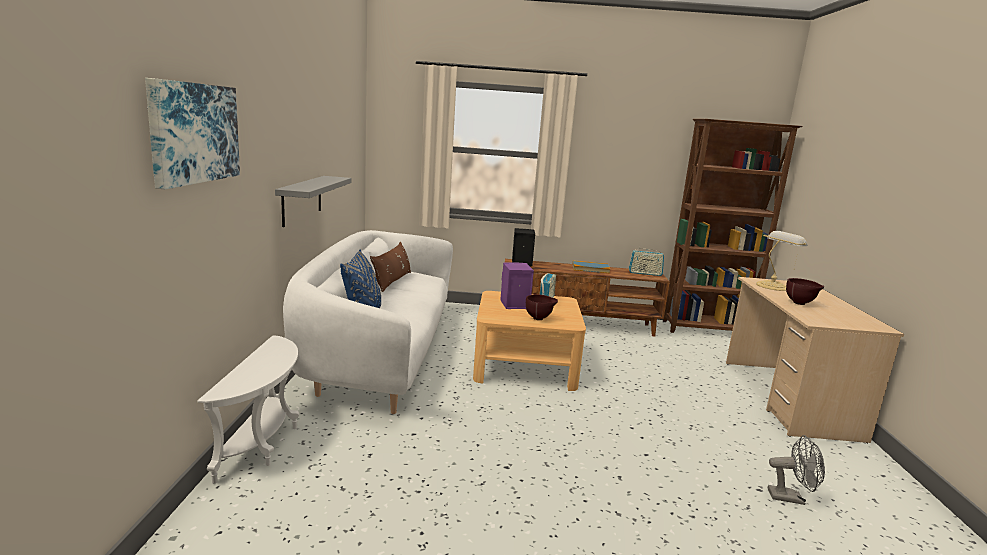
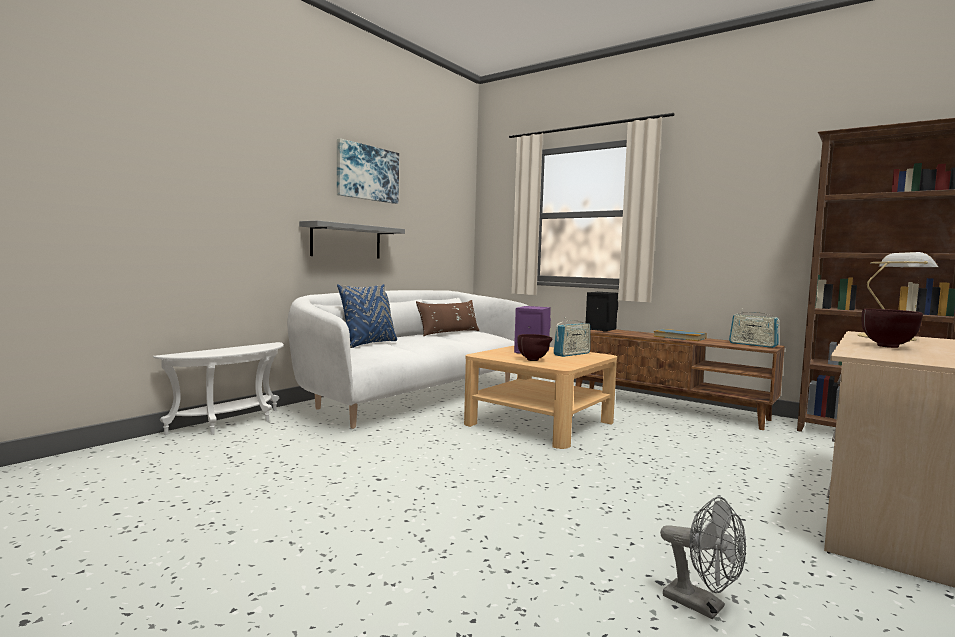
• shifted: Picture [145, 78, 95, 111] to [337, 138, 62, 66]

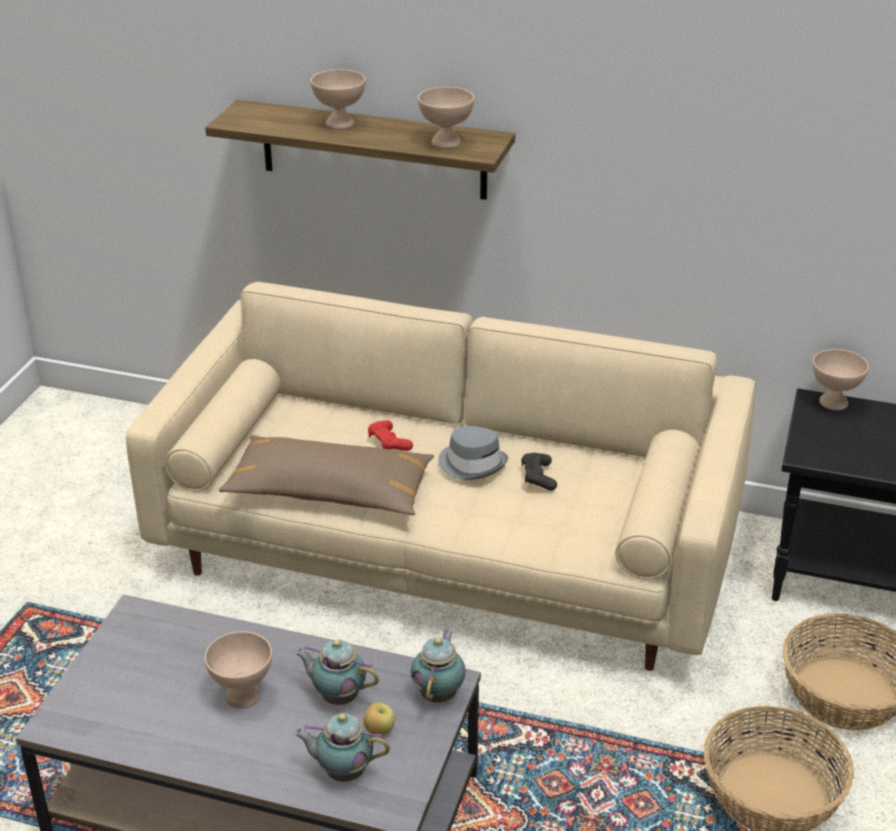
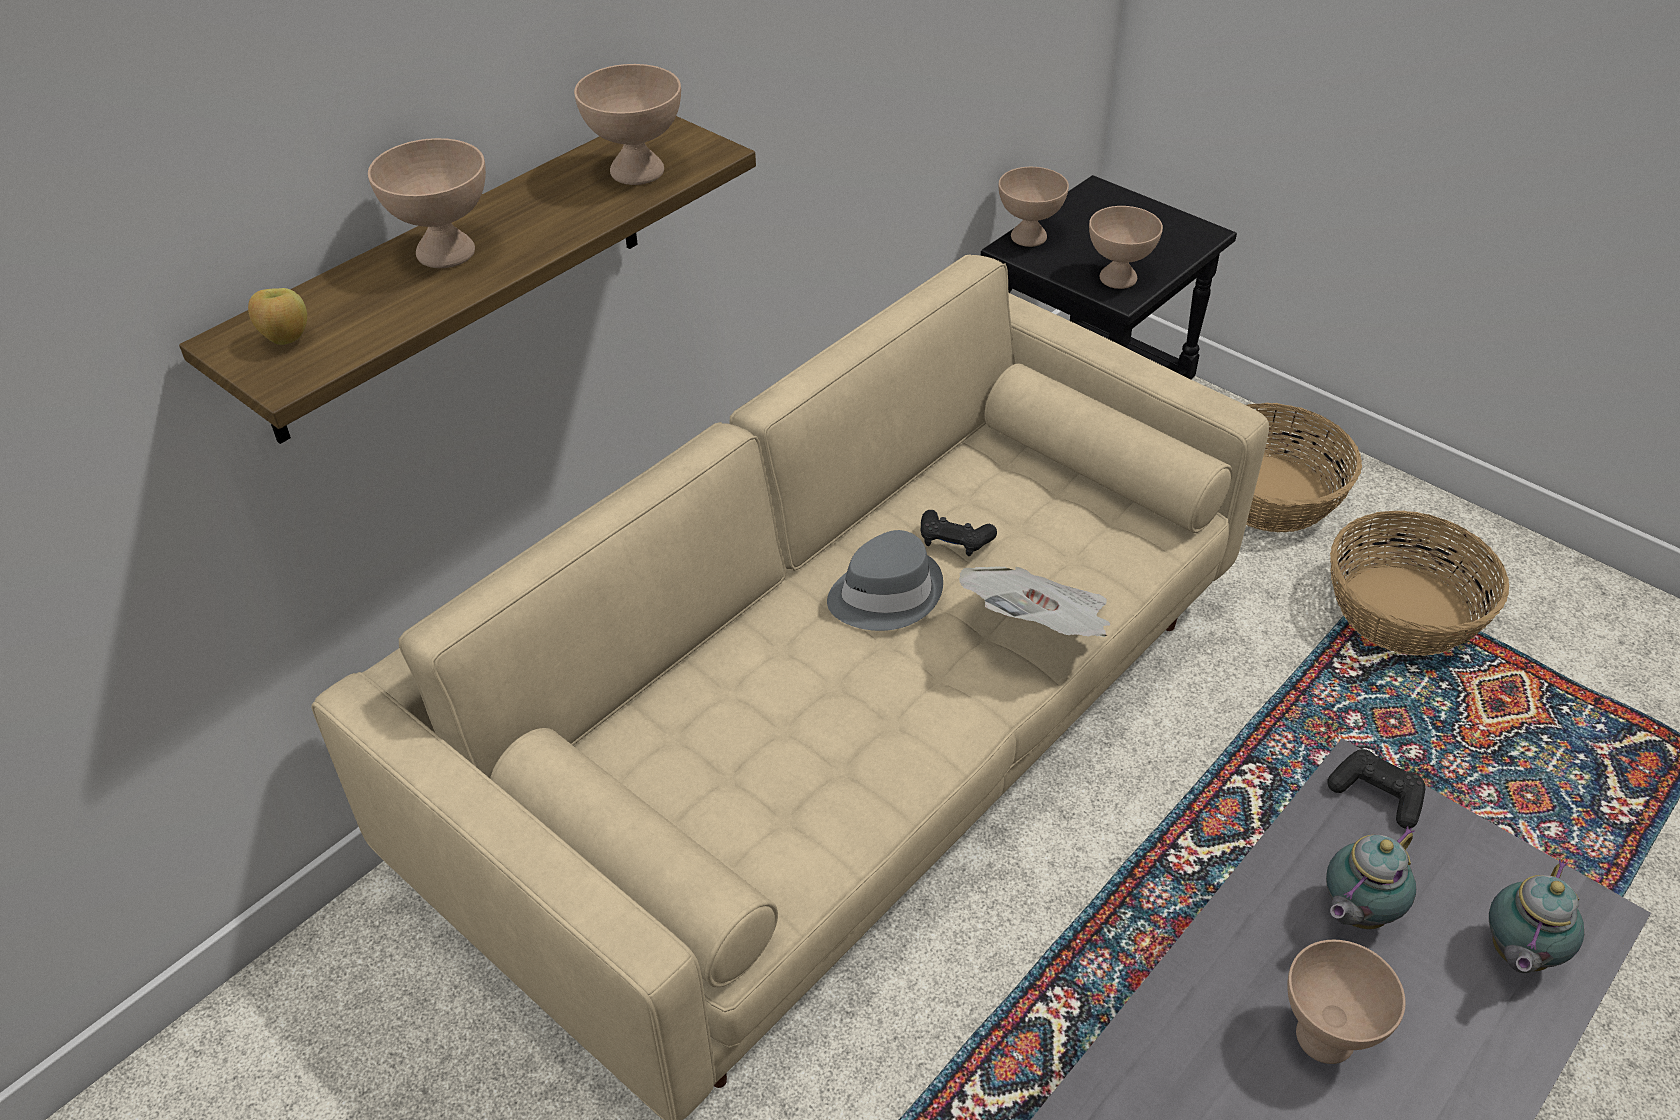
• gone: RedGameController [368, 420, 45, 31]
• gone: BrownPillow [219, 435, 215, 80]
• swapped: Teapot [411, 629, 55, 74] to BlackGameController [1327, 749, 98, 80]
• shifted: Apple [364, 702, 31, 33] to [248, 288, 59, 57]
• new: BeigeBowl [1089, 206, 74, 83]
• new: Newspaper [959, 566, 151, 71]

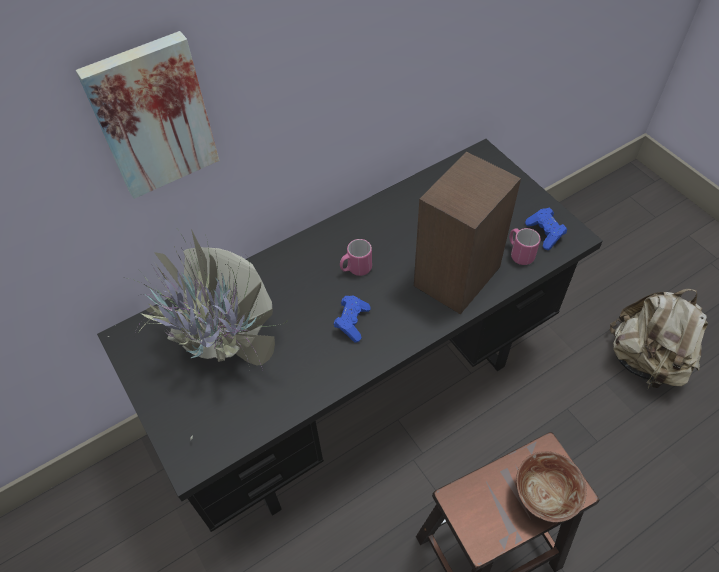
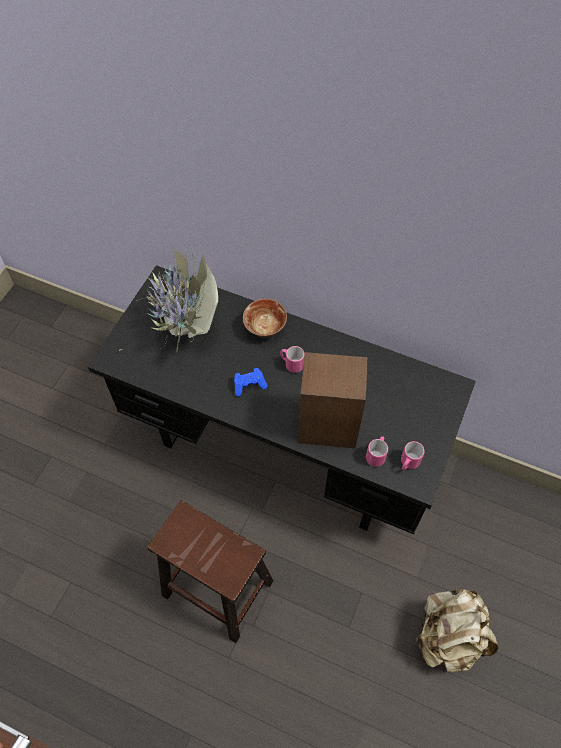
• gone: Picture [76, 31, 143, 168]
• swapped: BlueGameController [525, 208, 42, 42] to PinkMug [401, 441, 24, 30]
• shifted: Bowl [516, 451, 71, 71] to [243, 299, 44, 39]

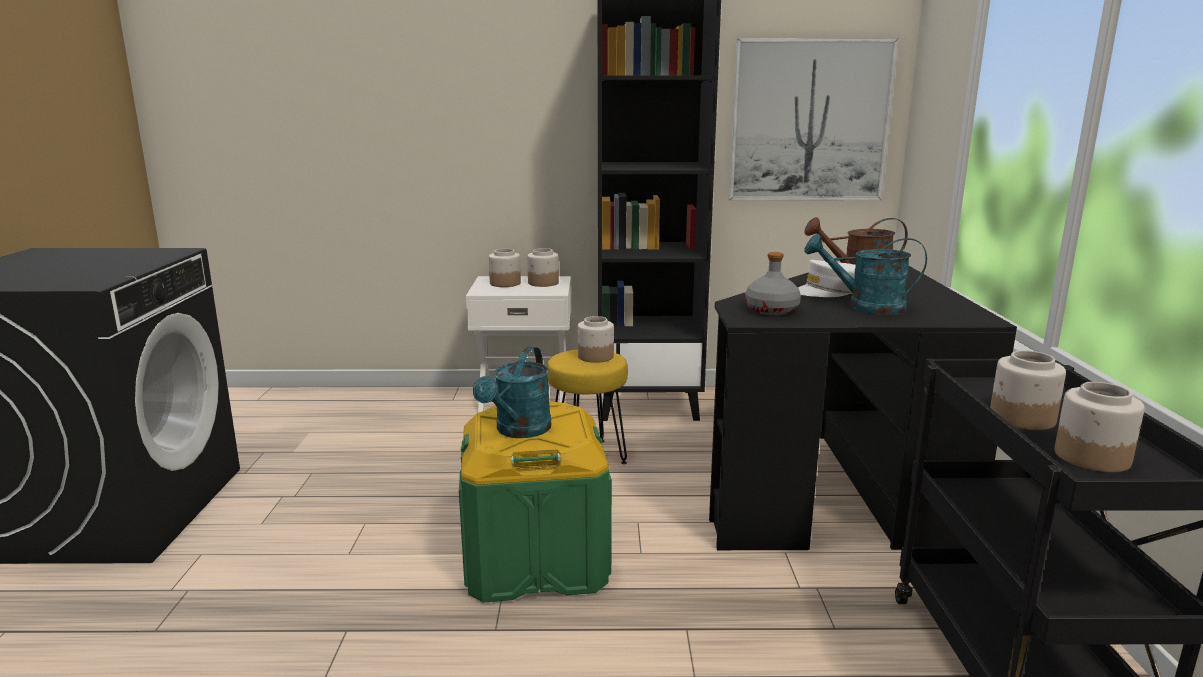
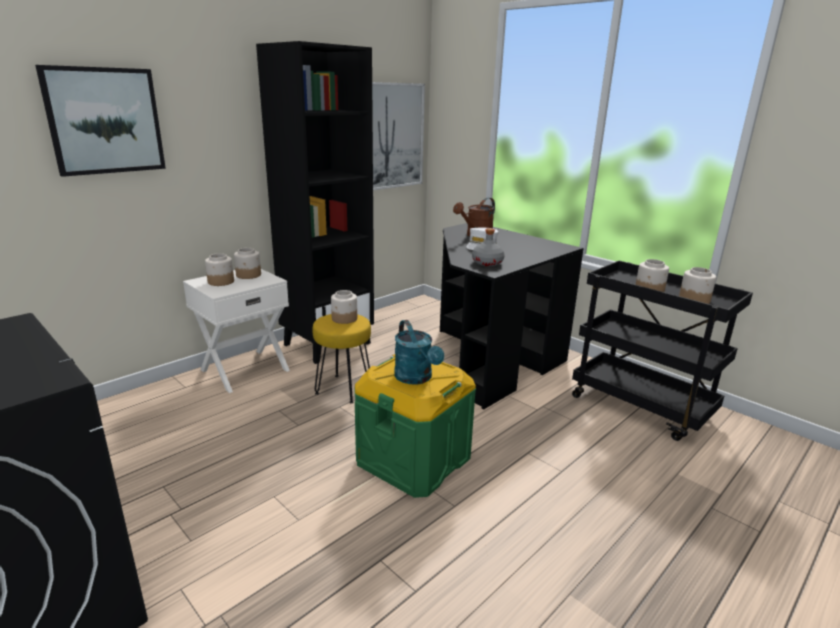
• gone: TurquoiseWateringCan [804, 234, 123, 81]
• new: Picture [35, 65, 131, 112]

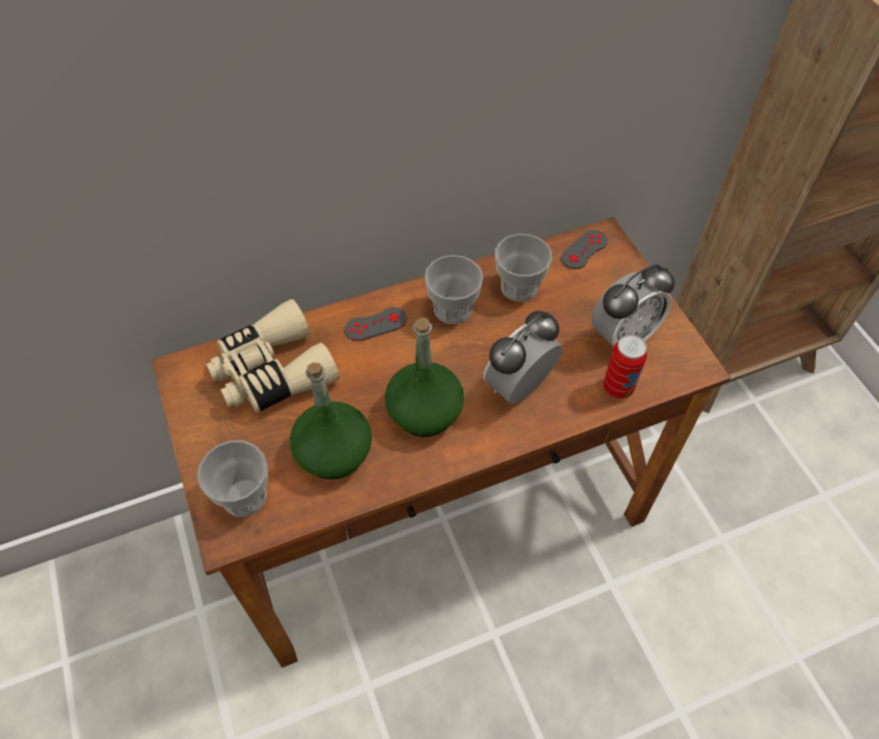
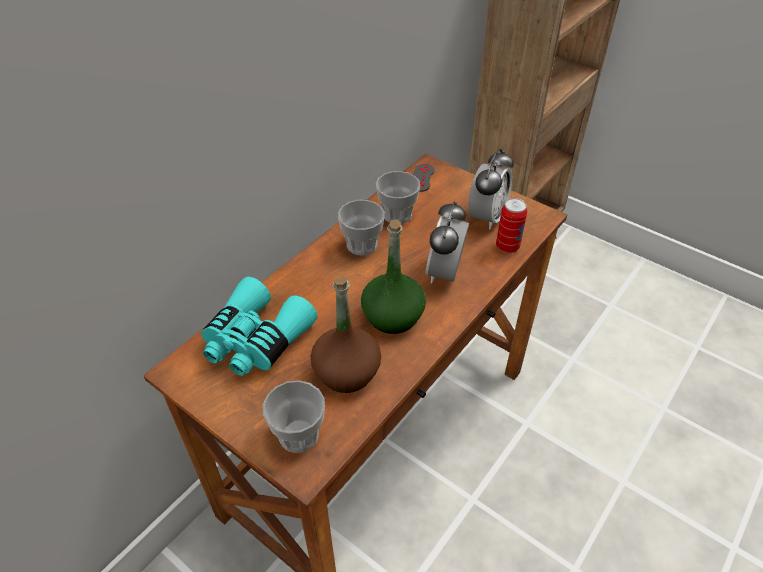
• repainted: BeigeBinoculars [206, 299, 134, 114] to TurquoiseBinoculars [201, 277, 116, 99]
• gone: GreyGameController [345, 307, 62, 34]
• repainted: GreenBottle [290, 362, 82, 117] to BrownBottle [311, 277, 70, 116]

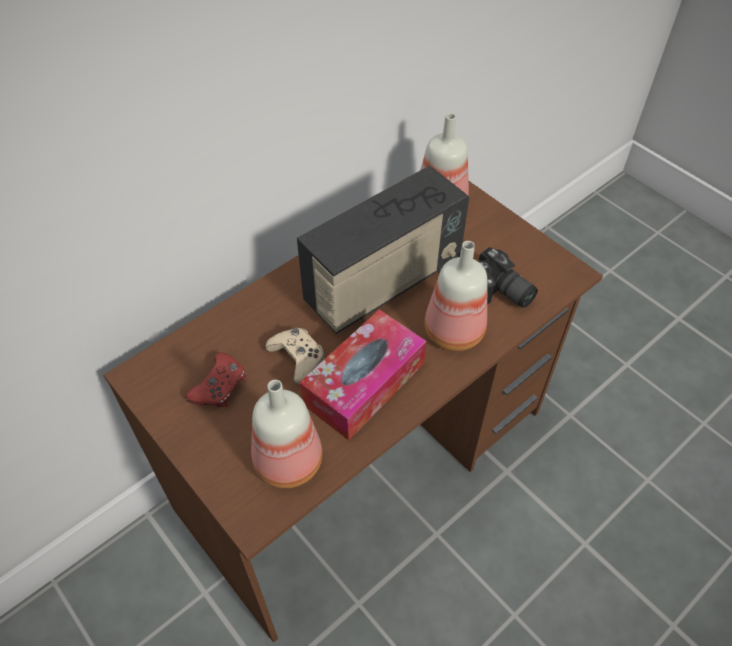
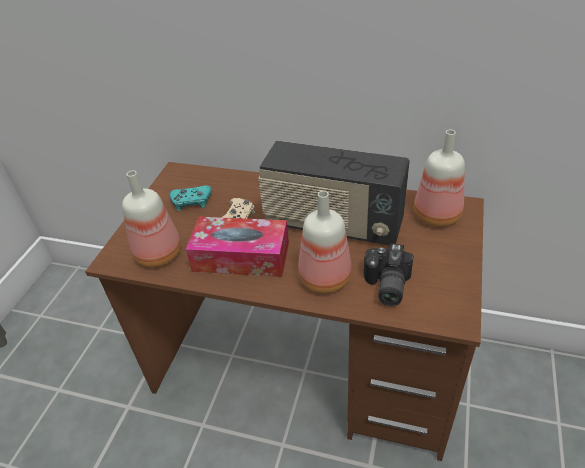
• repainted: RedGameController [186, 352, 60, 55] to TurquoiseGameController [169, 185, 43, 26]

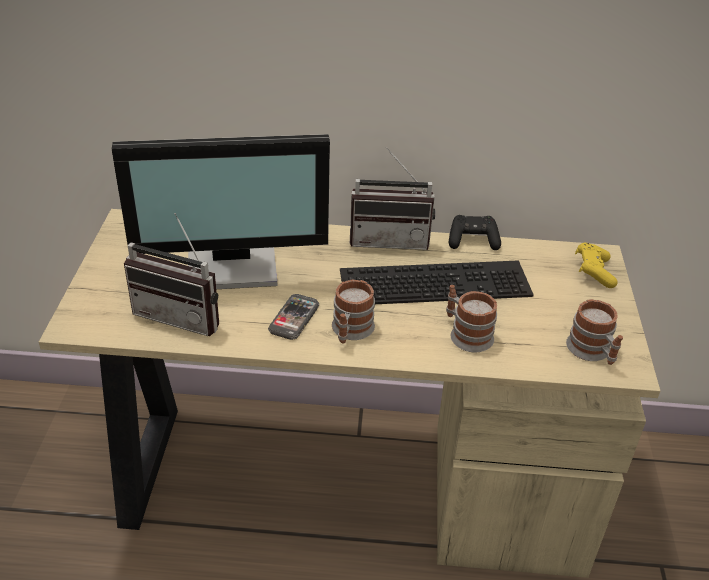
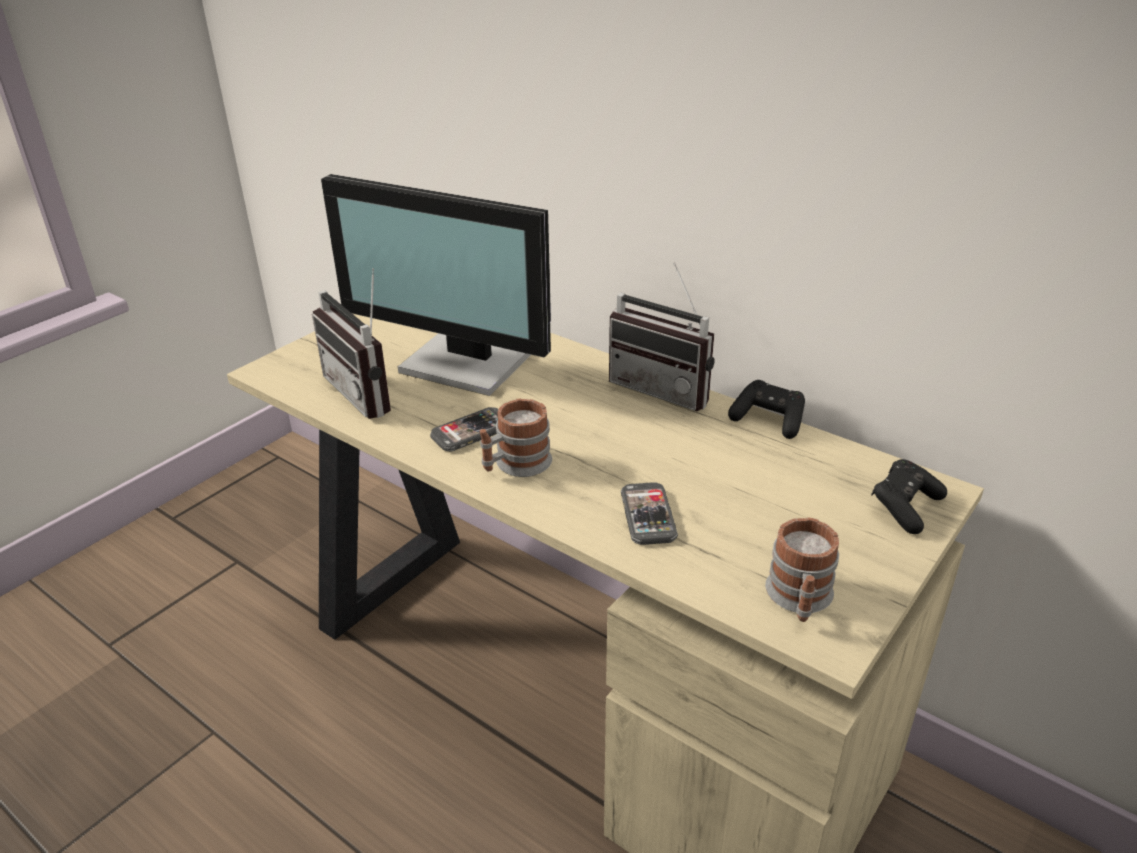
• repainted: YellowGameController [575, 243, 43, 45] to BlackGameController [871, 459, 76, 75]
• gone: Keyboard [340, 260, 194, 44]
• swapped: Mug [446, 285, 51, 68] to Phone [621, 482, 57, 63]

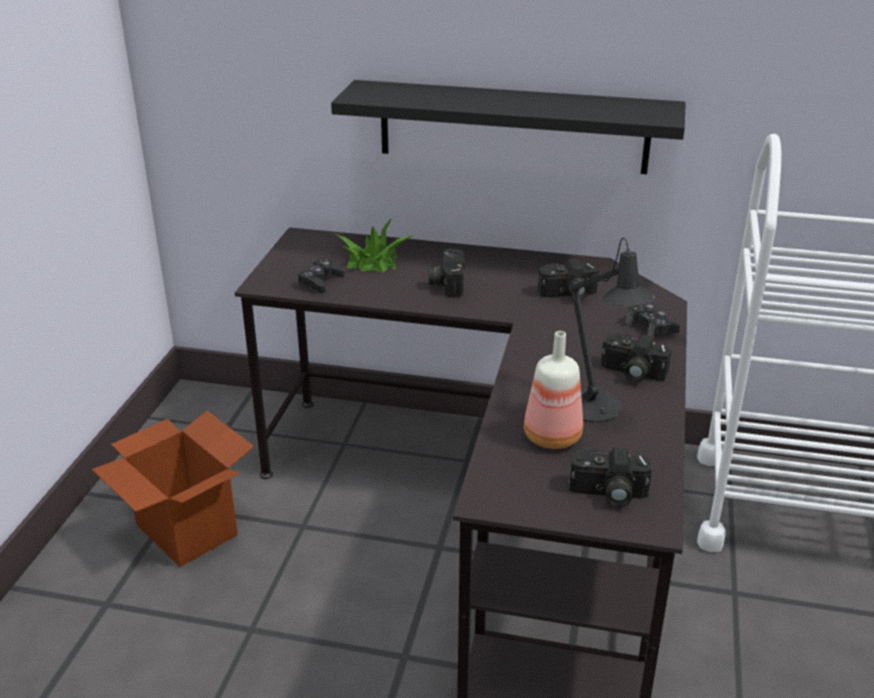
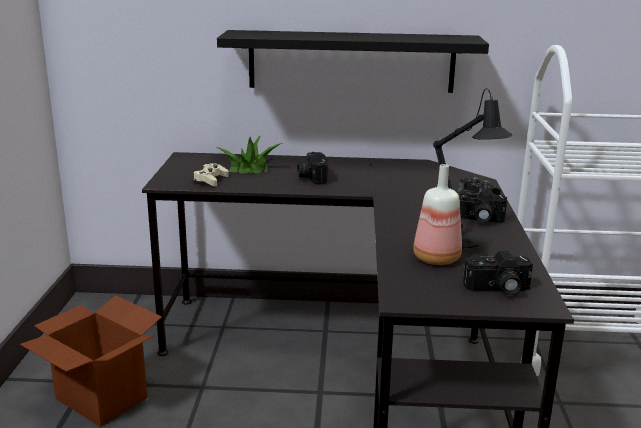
• repainted: BlackGameController [297, 258, 47, 35] to BeigeGameController [193, 163, 36, 24]
• gone: PhotoCamera [538, 259, 61, 41]

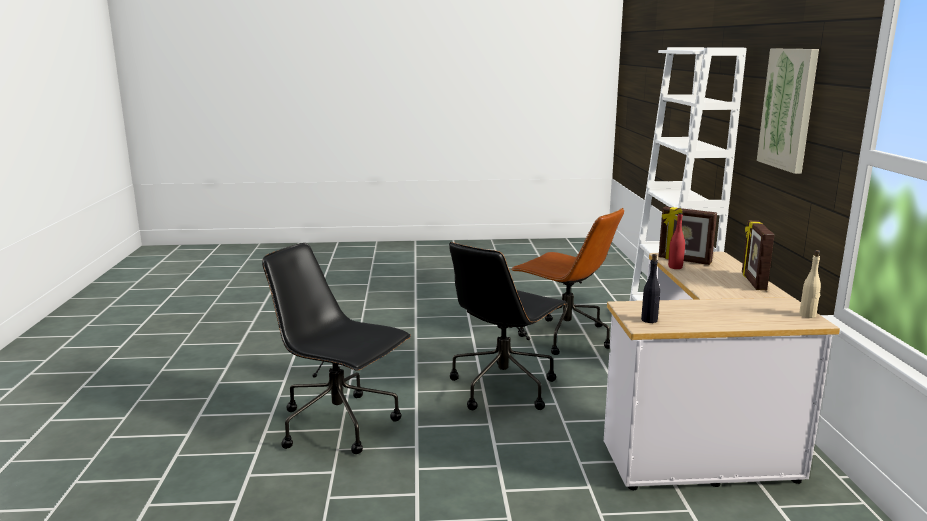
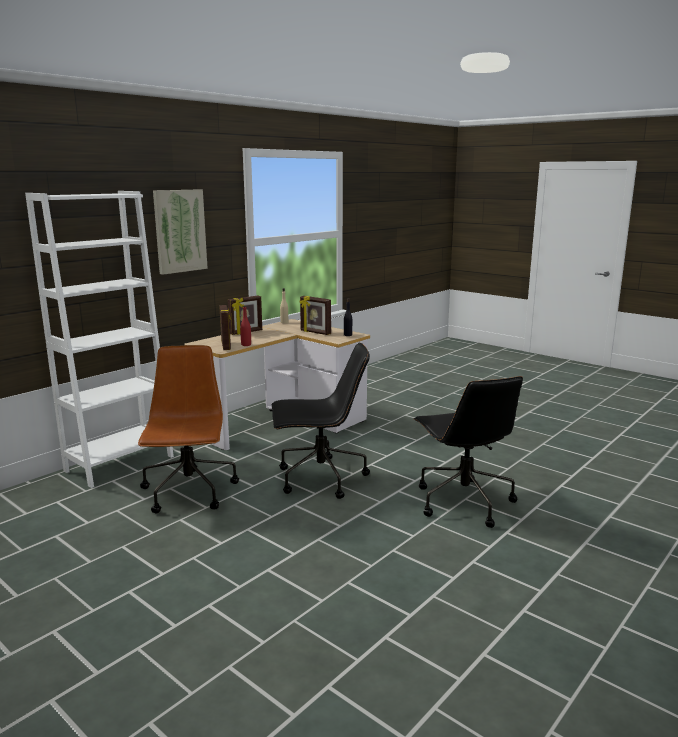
• new: PictureFrame [299, 296, 32, 39]

